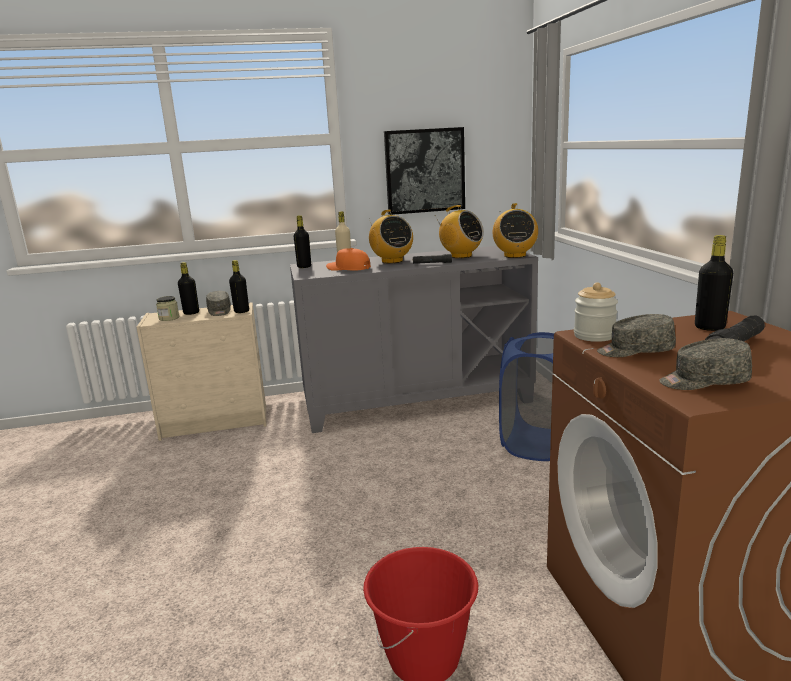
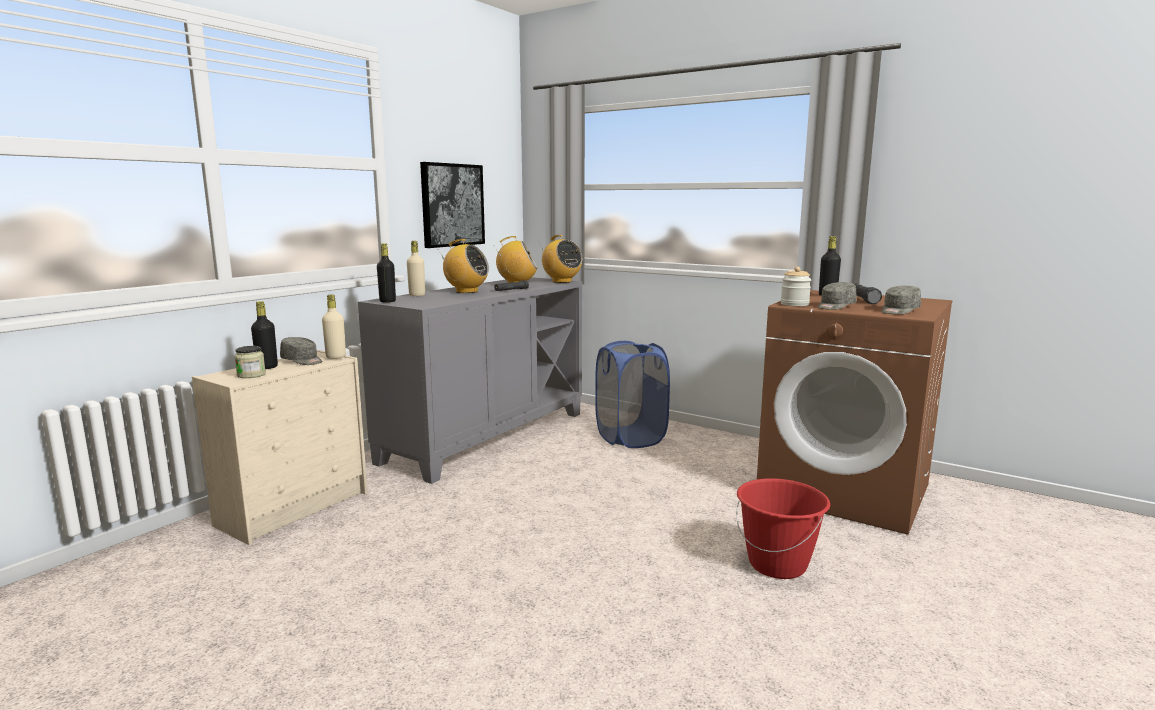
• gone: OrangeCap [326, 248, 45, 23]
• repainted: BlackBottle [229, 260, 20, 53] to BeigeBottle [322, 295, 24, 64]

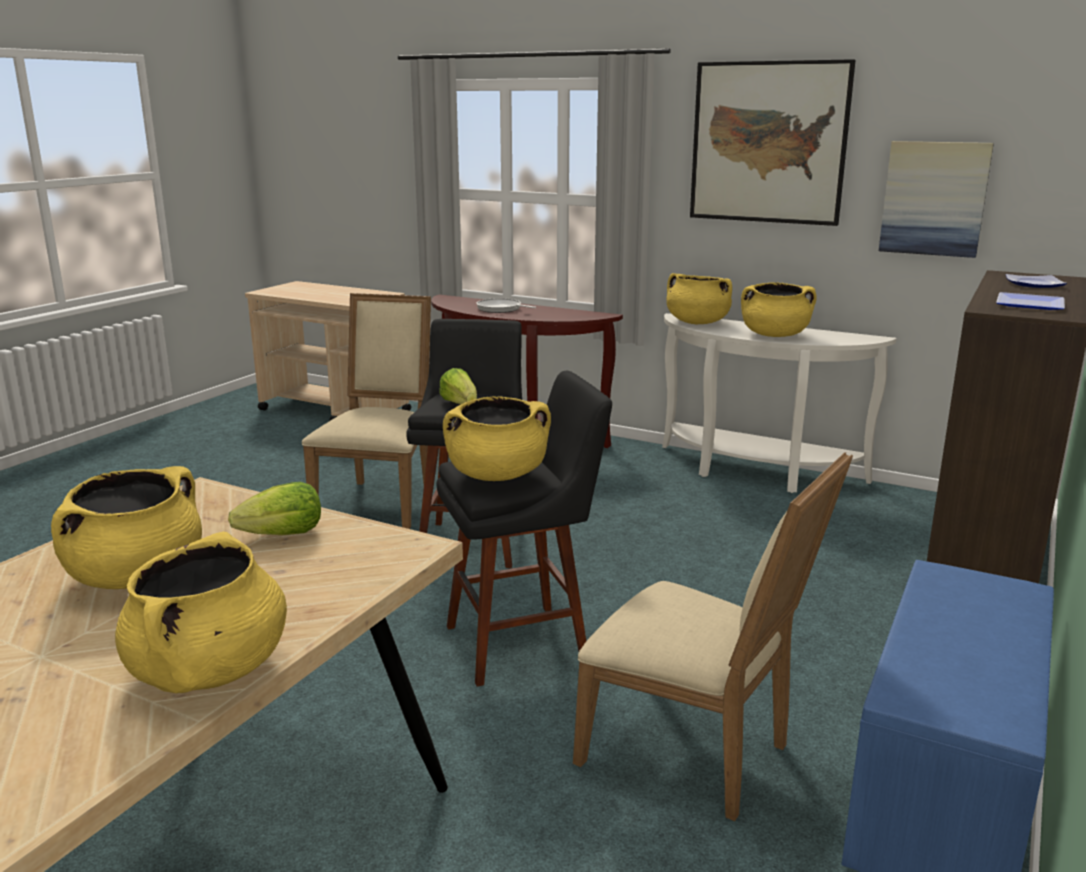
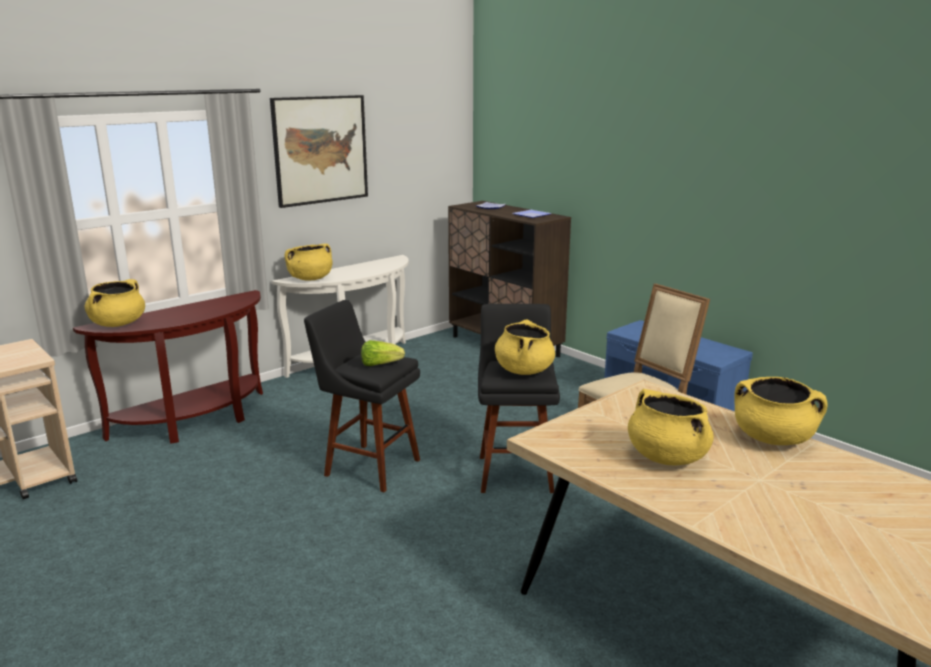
• gone: Picture [879, 141, 115, 117]
• shifted: YellowCookingPot [741, 282, 76, 55] to [85, 279, 60, 48]
• gone: BeigeChair [302, 293, 129, 236]
• gone: FryingPan [477, 298, 59, 15]
• gone: Lettuce [228, 482, 93, 53]

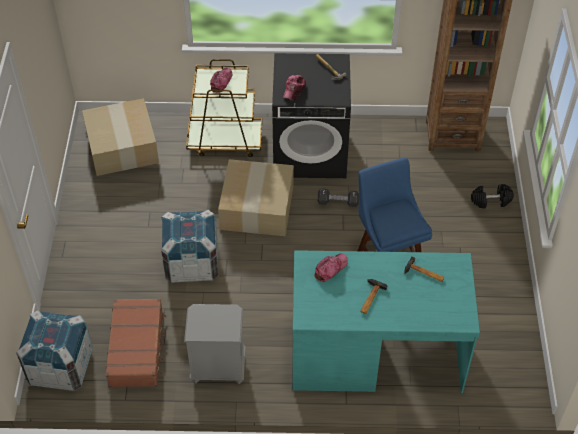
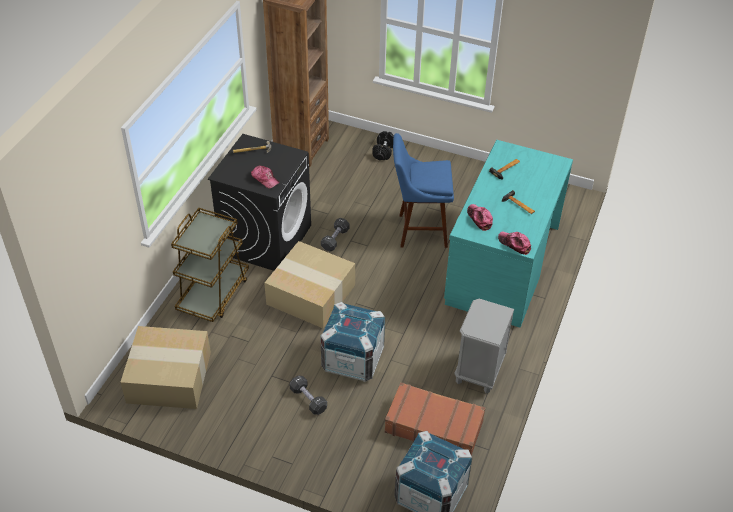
• shifted: Cap [210, 68, 22, 25] to [498, 231, 33, 24]
• new: BlackDumbbell [290, 376, 37, 39]

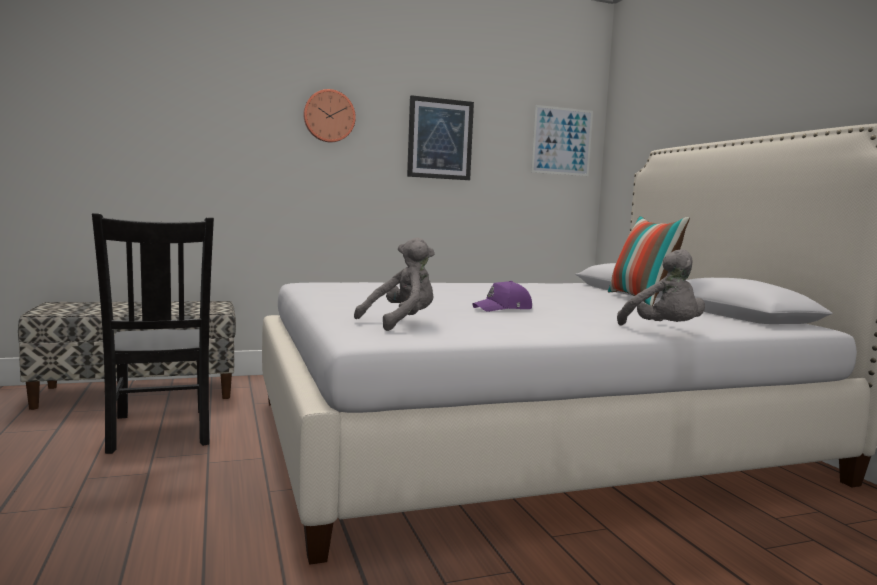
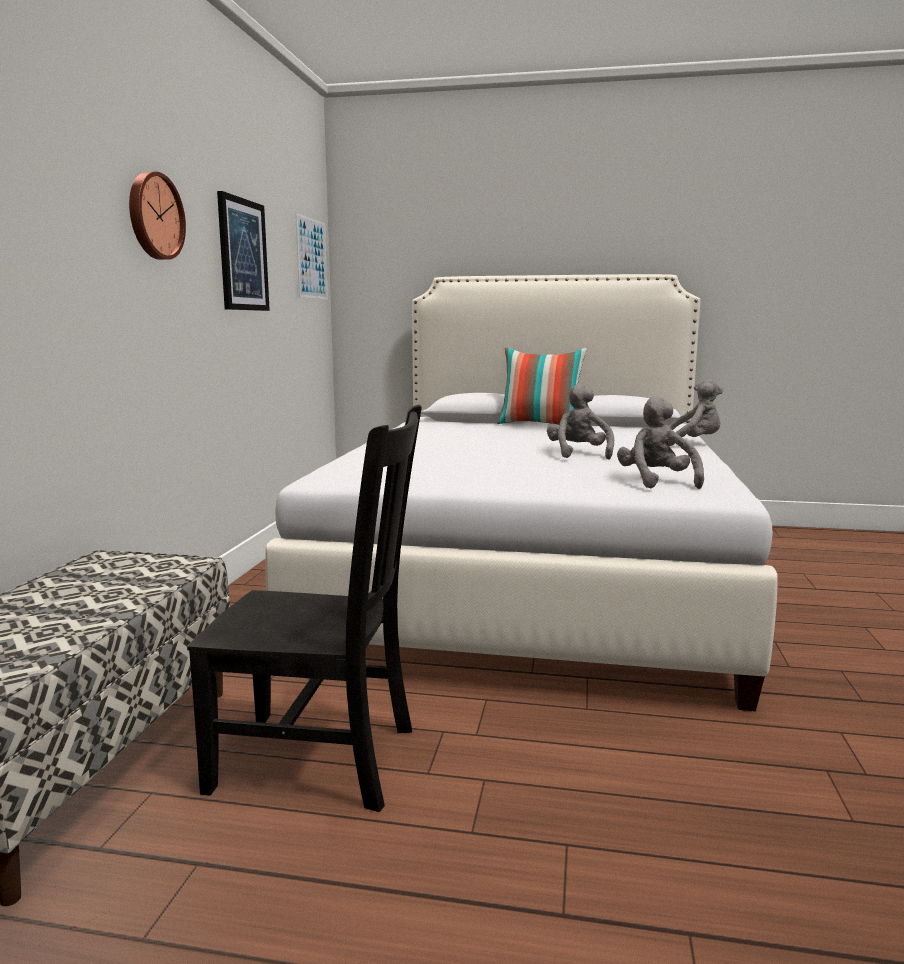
• swapped: PurpleCap [472, 281, 60, 31] to GreyPlushToy [547, 383, 67, 77]

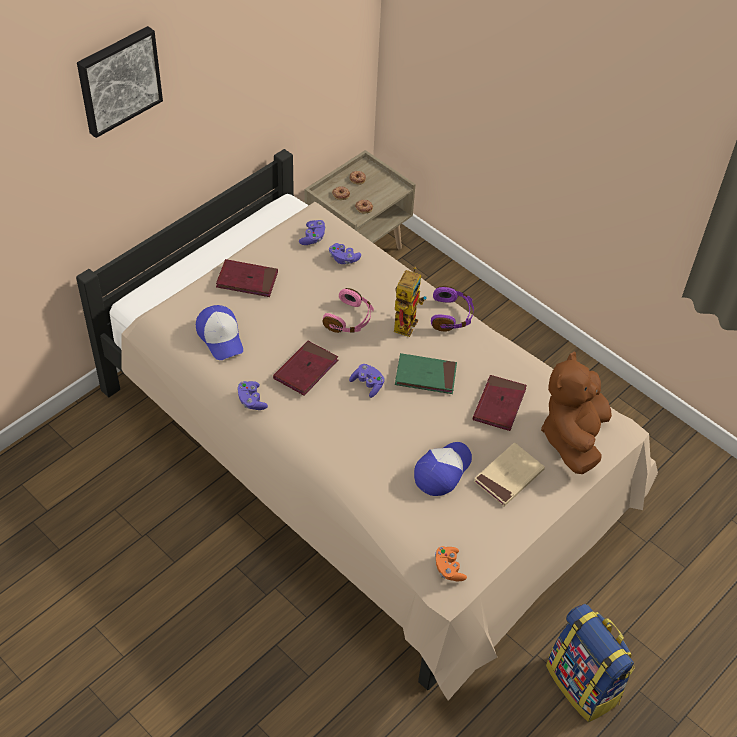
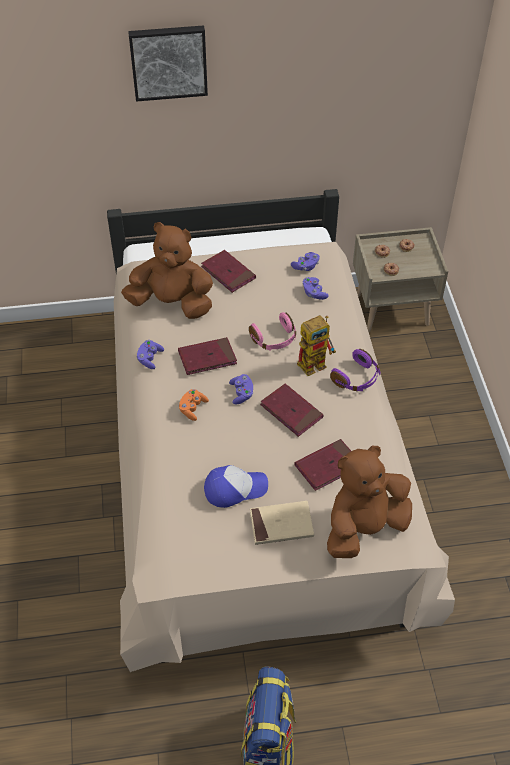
• swapped: Cap [196, 305, 47, 55] to BrownPlushToy [121, 222, 92, 97]
• repainted: GreenBook [395, 353, 62, 41] to RedBook [260, 384, 64, 53]
• shifted: OrangeGameController [435, 546, 32, 35] to [179, 389, 30, 32]

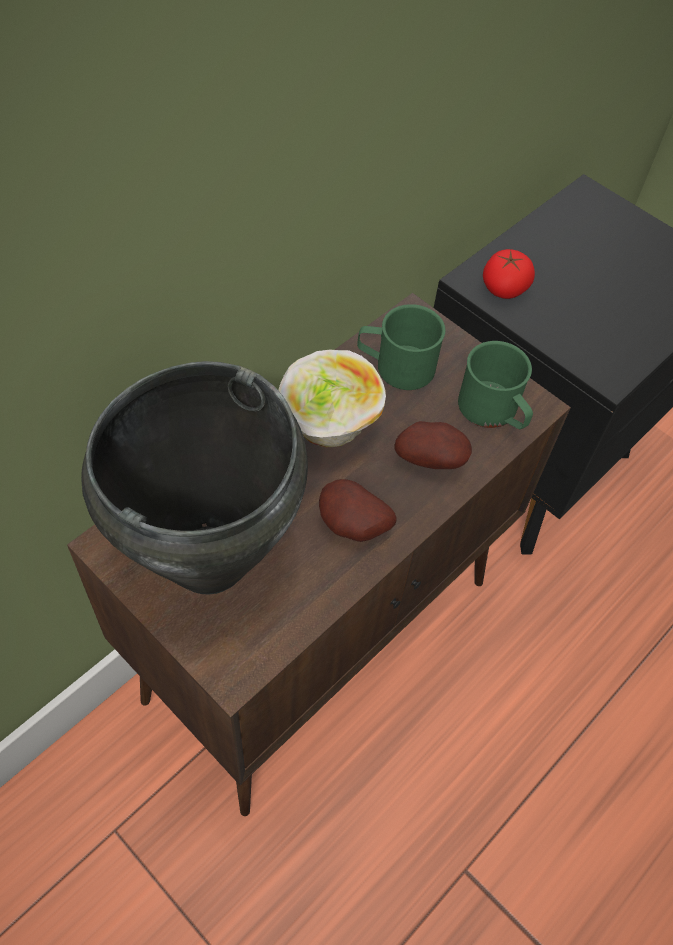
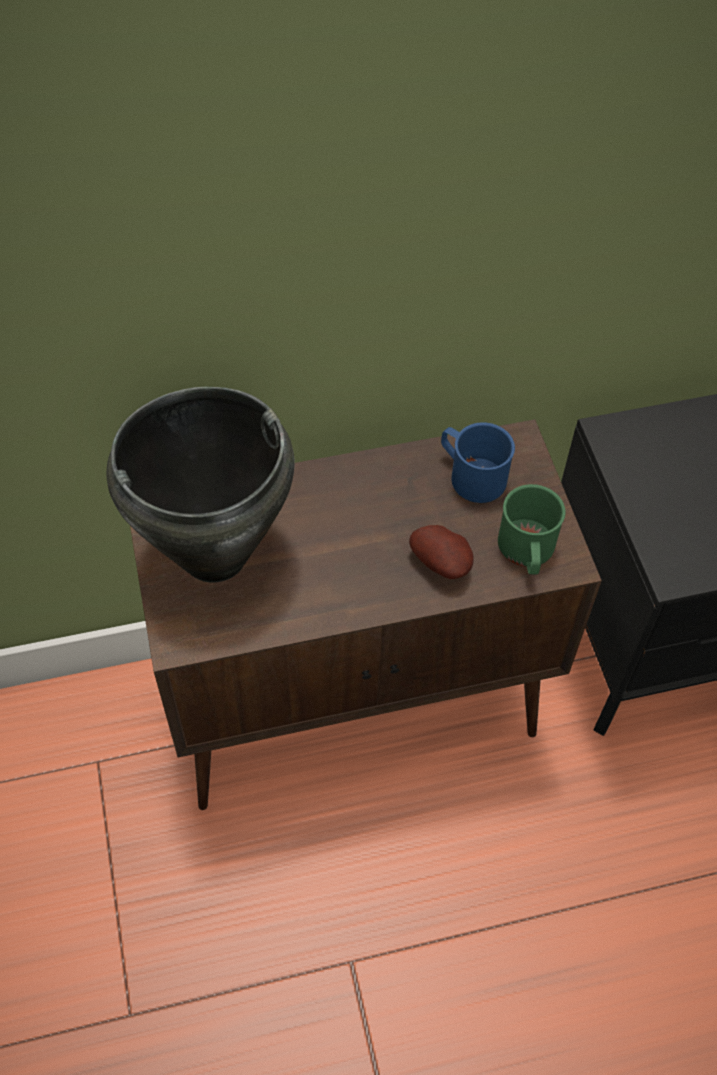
• gone: Tomato [483, 249, 52, 50]
• repainted: GreenMug [357, 304, 88, 86] to BlueMug [441, 422, 74, 81]
• gone: Bowl [278, 349, 108, 98]
• gone: Potato [319, 479, 78, 63]

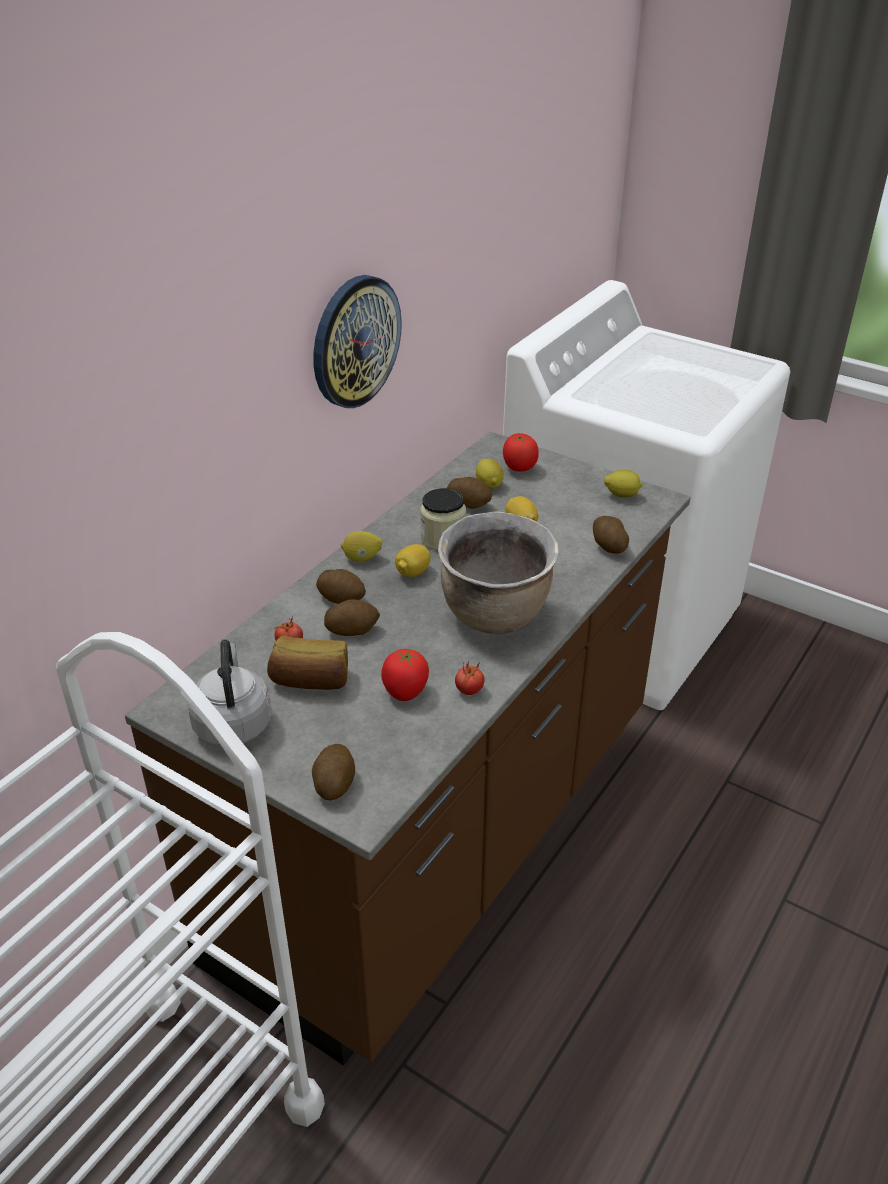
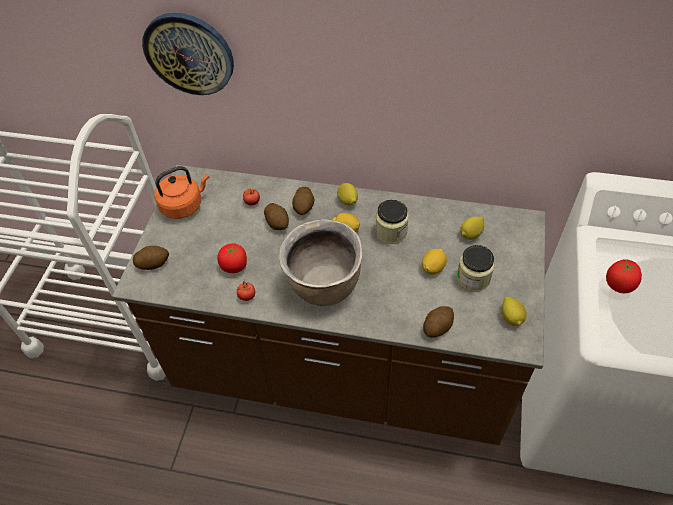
• shifted: WallClock [313, 275, 89, 133] to [142, 13, 92, 82]
• shifted: Tomato [503, 433, 36, 38] to [606, 259, 36, 34]
• gone: Potato [447, 477, 45, 32]
• gone: Bread [267, 636, 81, 54]
• repainted: GreyKettle [187, 639, 85, 107] to OrangeKettle [154, 166, 56, 53]
• new: Jar [457, 245, 38, 47]

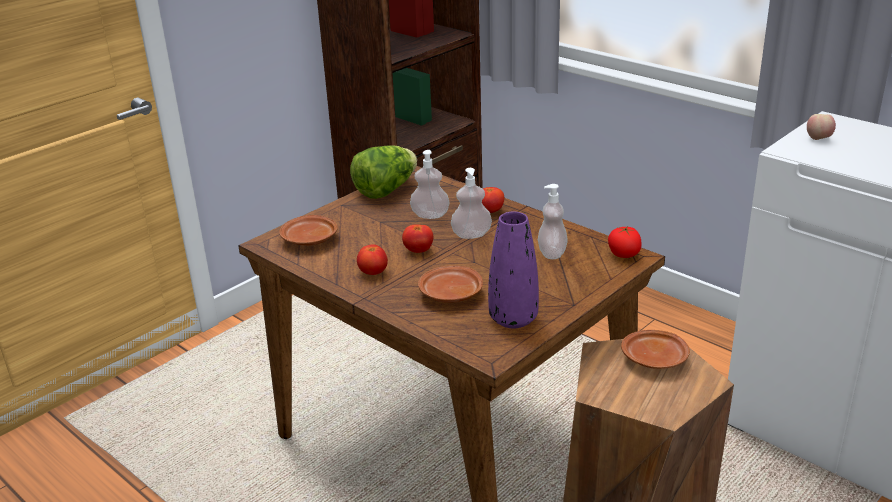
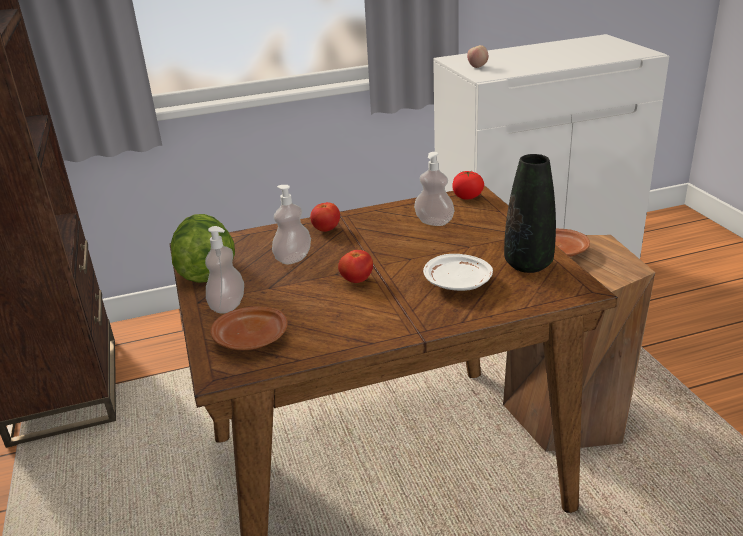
• shifted: SoapDispenser [451, 168, 41, 71] to [205, 226, 39, 88]
• repainted: PurpleVase [488, 212, 51, 117] to BlackVase [504, 154, 52, 119]
• gone: Tomato [357, 244, 31, 31]
• repainted: BrownPlate [418, 266, 65, 37] to WhitePlate [423, 254, 70, 37]

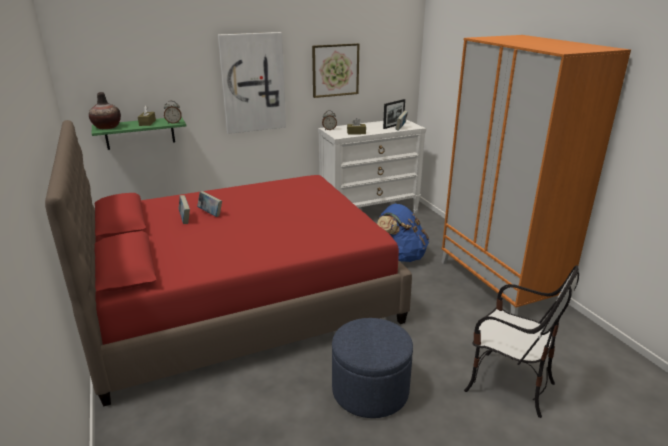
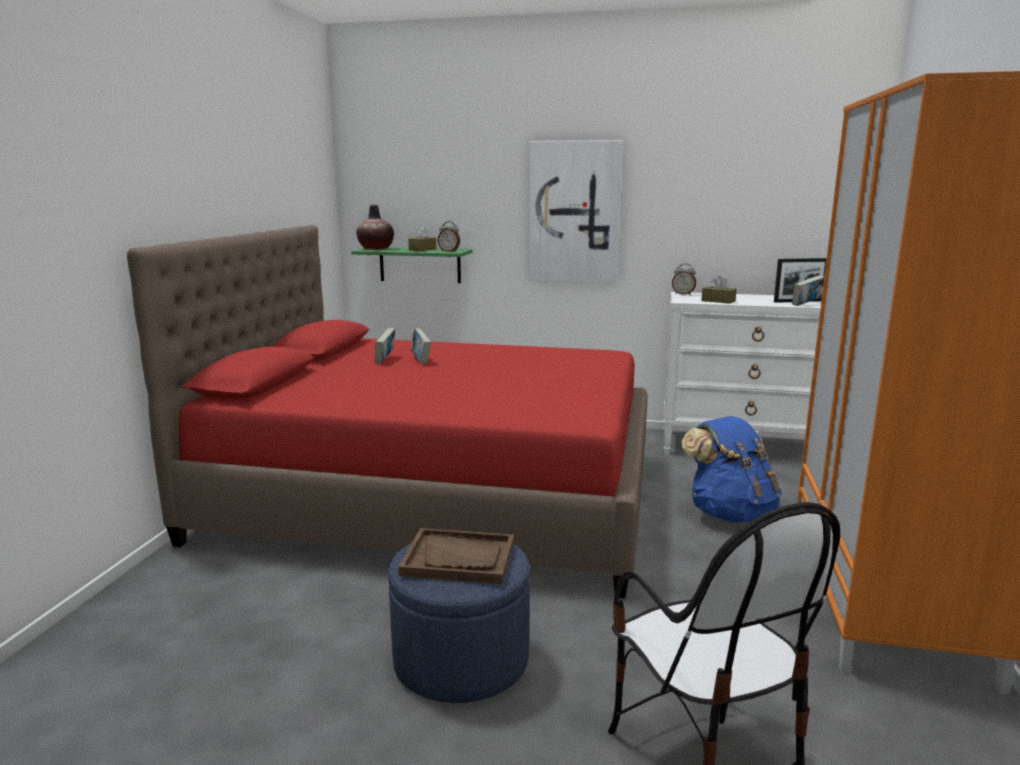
• gone: Picture [312, 43, 47, 55]
• new: BrownTray [398, 528, 116, 56]

